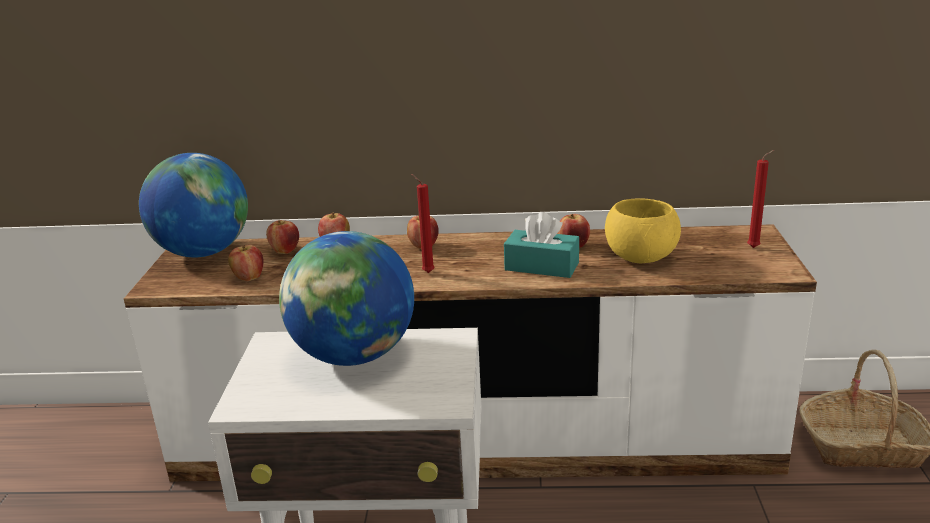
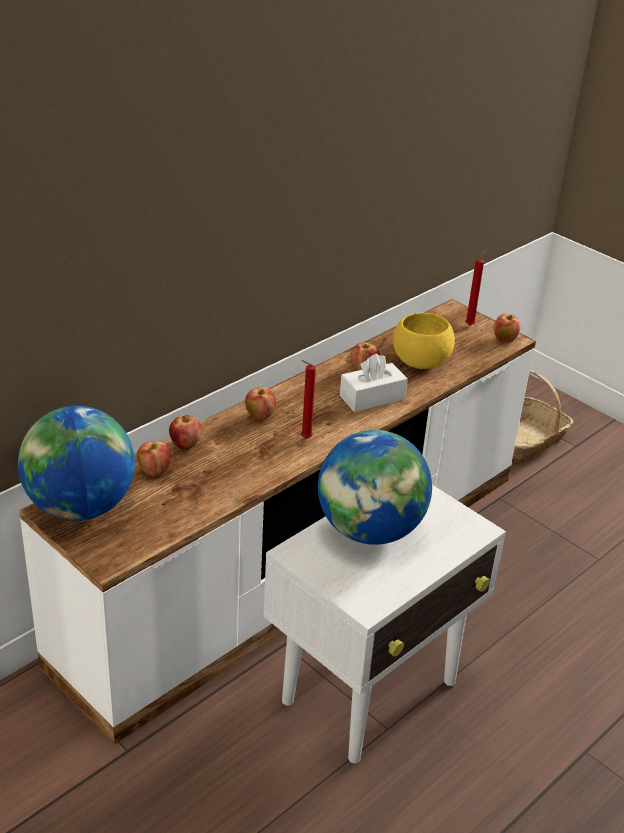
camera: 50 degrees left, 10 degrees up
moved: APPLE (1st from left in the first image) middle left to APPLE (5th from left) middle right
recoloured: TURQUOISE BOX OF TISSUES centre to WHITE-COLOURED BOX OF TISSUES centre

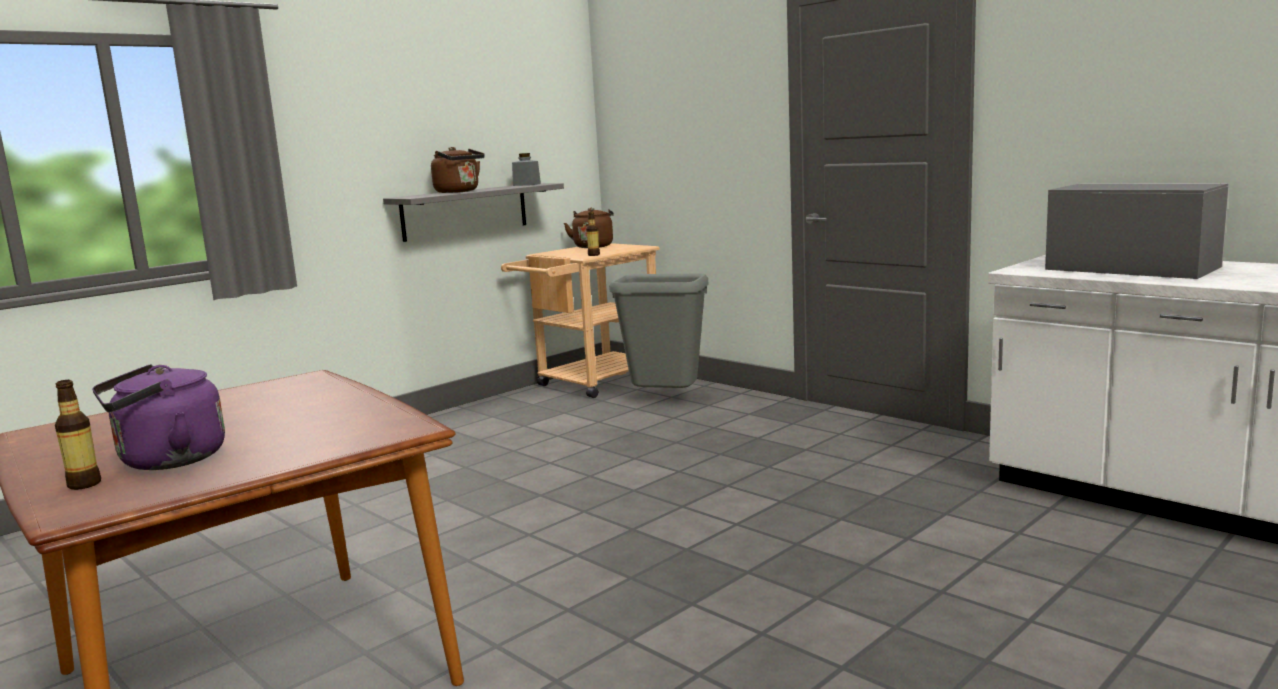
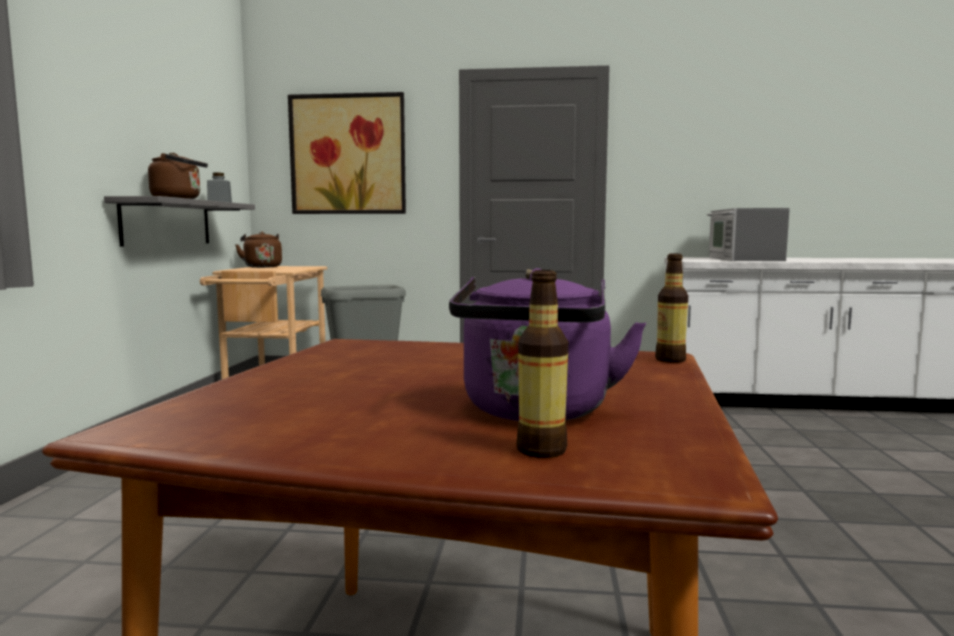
camera: 40 degrees left, 5 degrees down
added: WALL PICTURE top centre
moved: BEVERAGE BOTTLE (2nd from left) centre to middle right
turned: MICROWAVE OVEN middle right = middle right 90 degrees counterclockwise

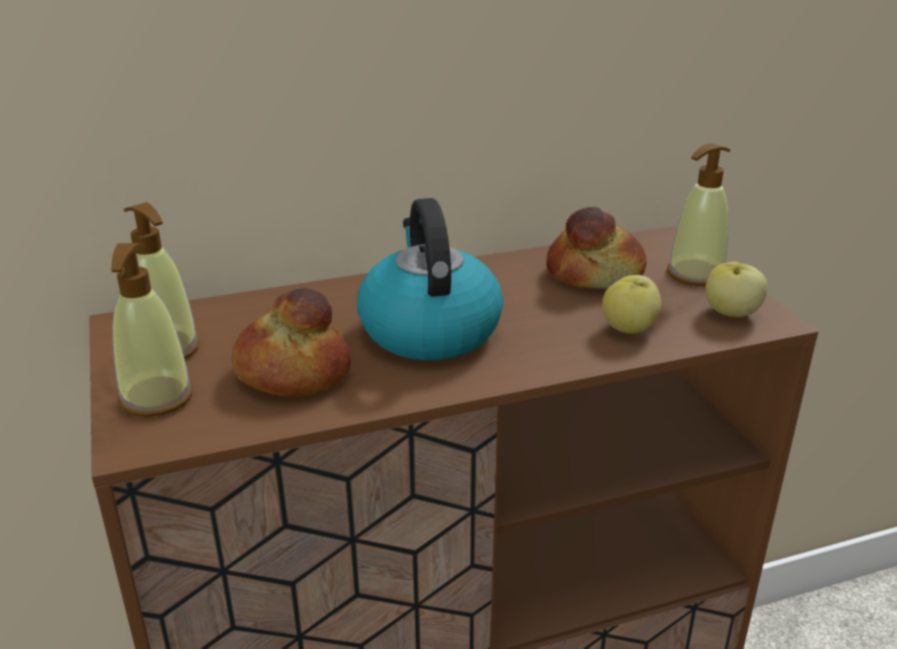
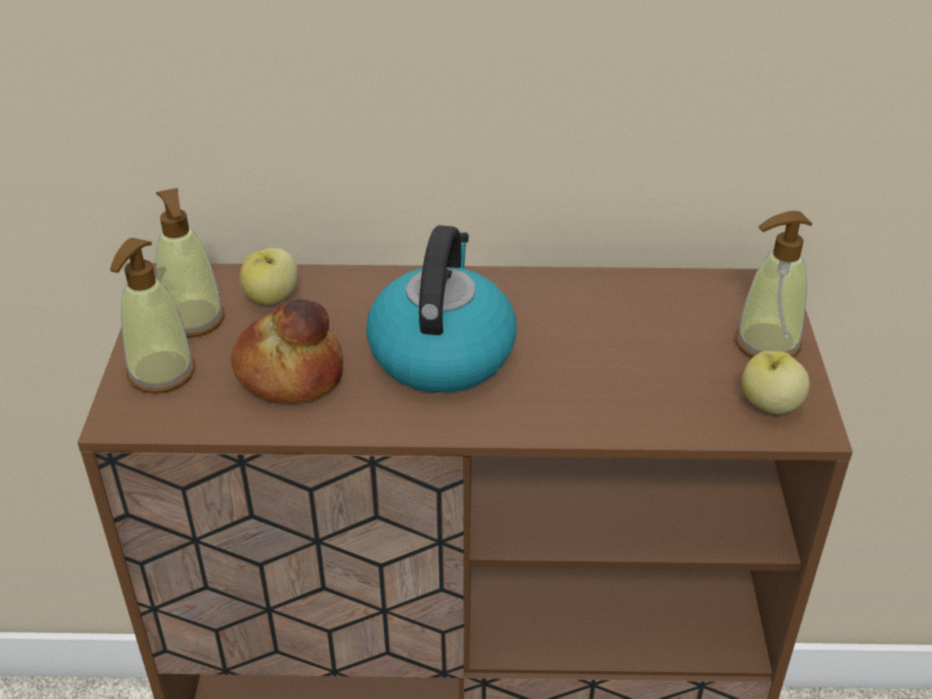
camera: 20 degrees right, 10 degrees up
removed: BAKERY BREAD (2nd from left) centre
moved: APPLE (1st from left) middle right to middle left

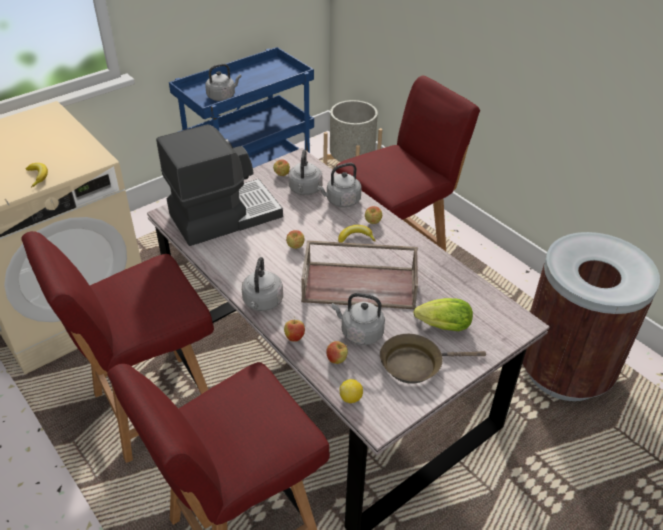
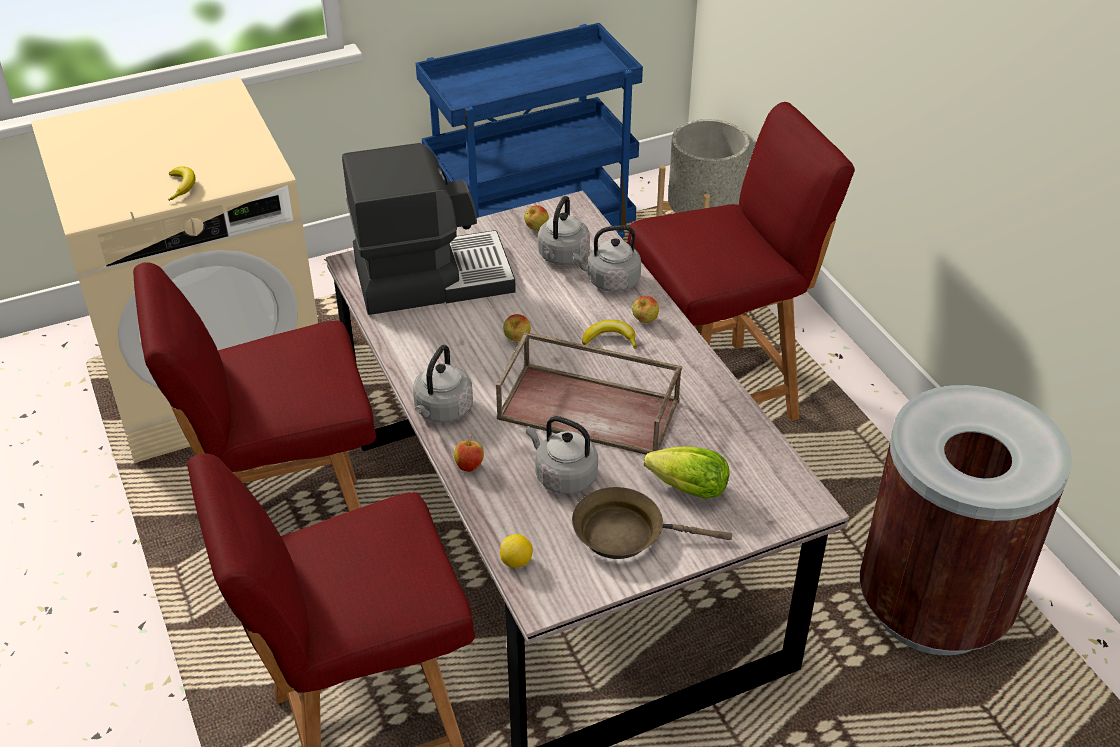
camera: 15 degrees right, 0 degrees up
removed: GREY TEA KETTLE (1st from left) top centre; APPLE (4th from left) centre

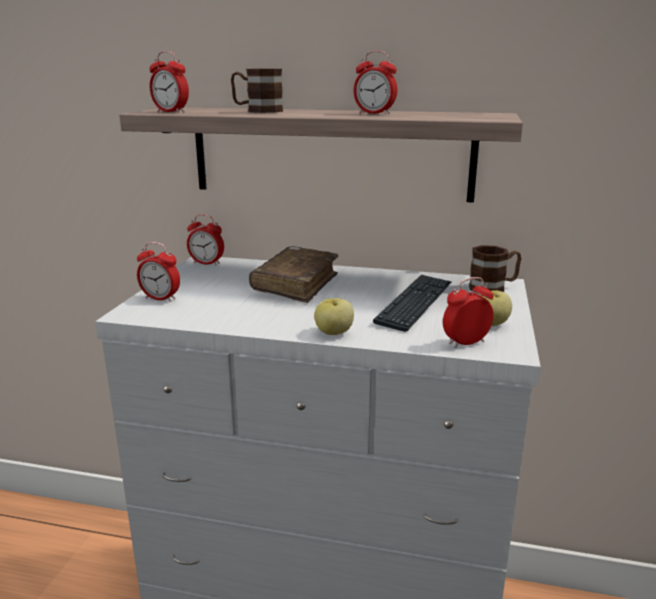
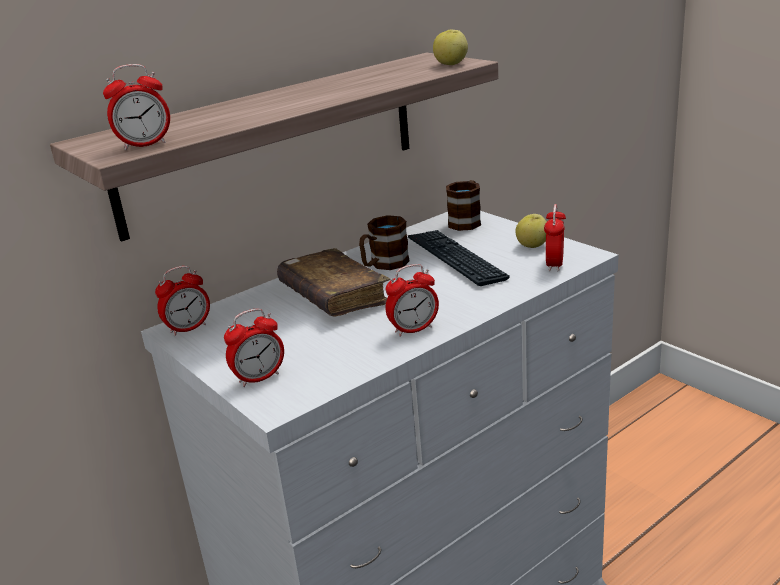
camera: 50 degrees left, 5 degrees up
moved: BROWN COFFEE MUG (1st from left) top centre to centre; BEDSIDE CLOCK (4th from left) top centre to centre; APPLE (1st from left) centre to top centre

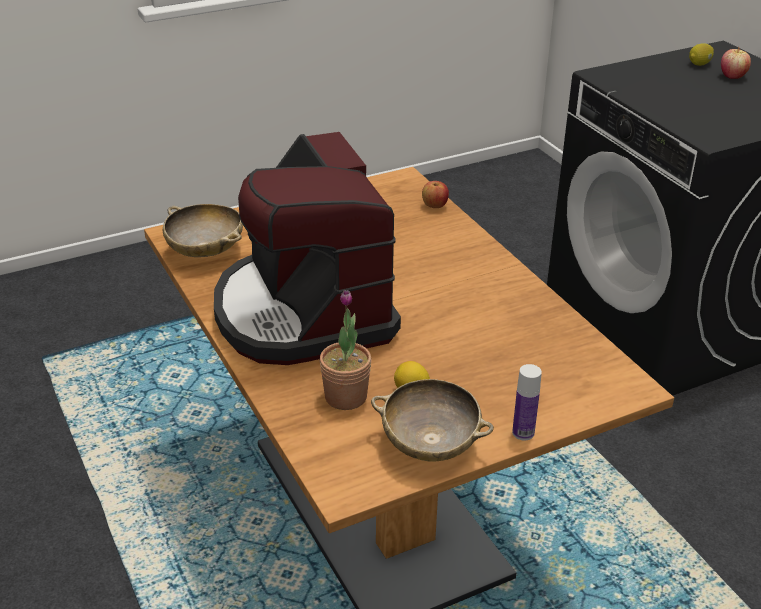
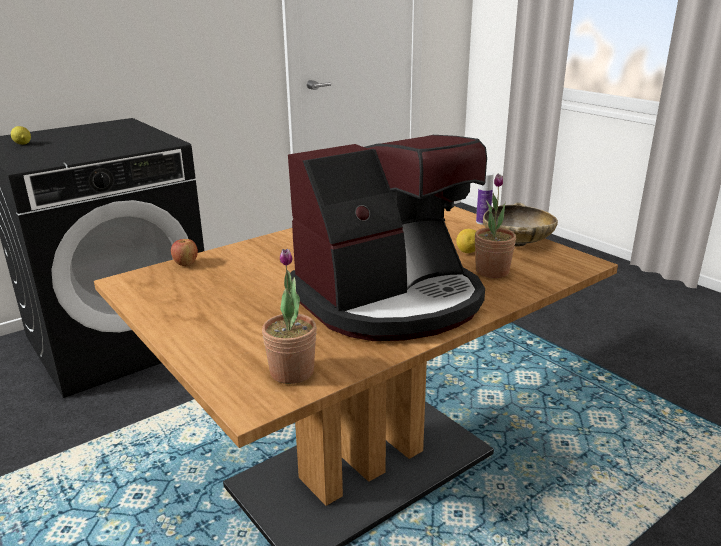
camera: 100 degrees left, 10 degrees down
removed: APPLE (2nd from left) top right
replaced: SAND-COLOURED BOWL (1st from left) middle left to HOUSEPLANT (1st from left) centre

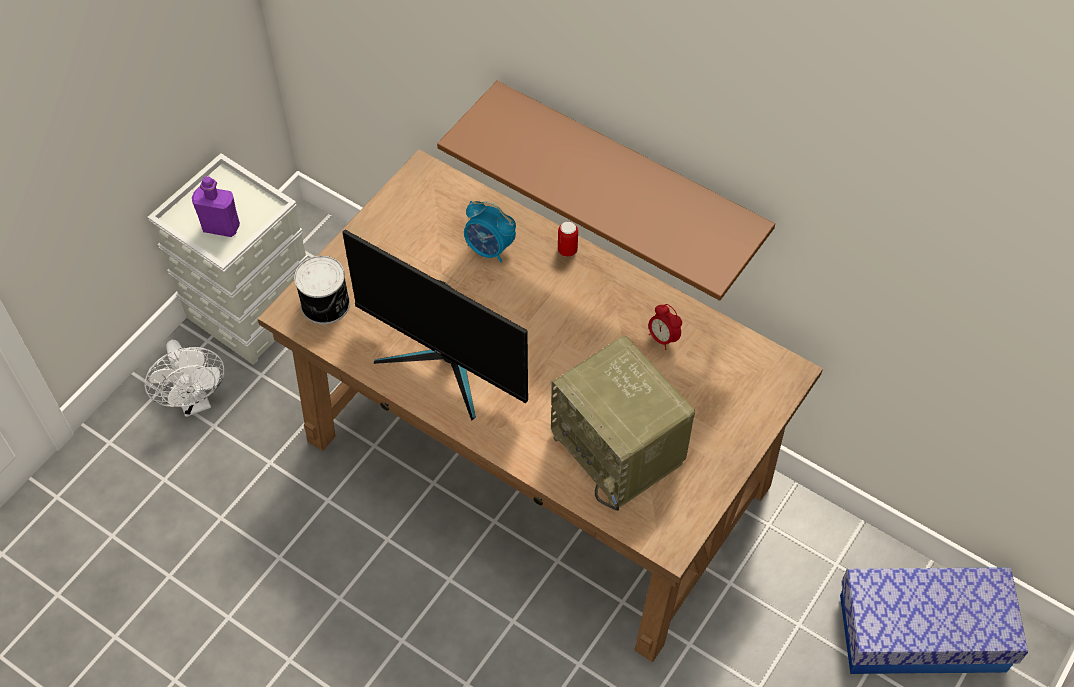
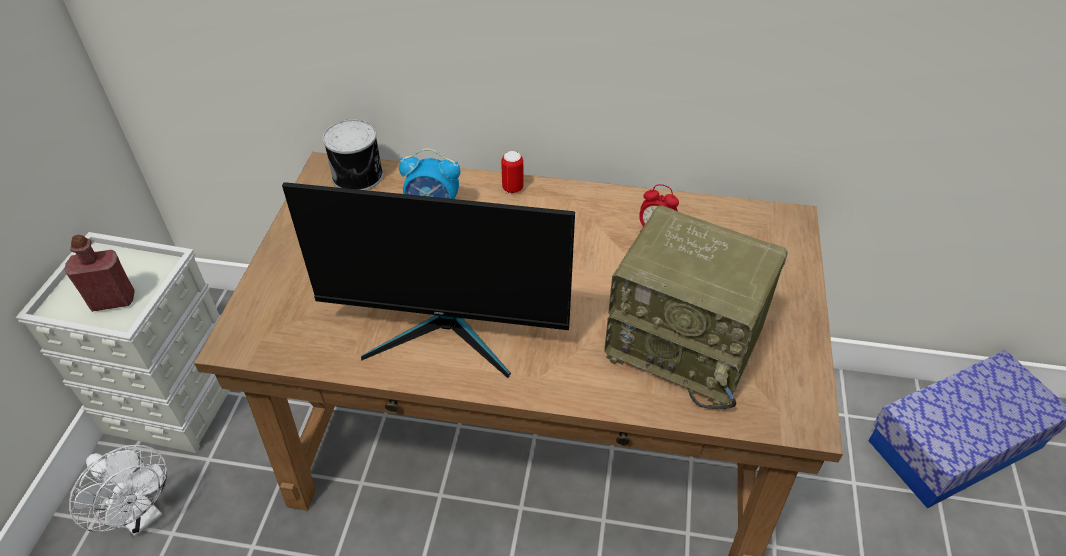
camera: 25 degrees left, 10 degrees down
removed: BROWN SHELF top centre
moved: METAL CAN (1st from left) middle left to top left
recoloured: PURPLISH BEVERAGE BOTTLE top left to RED-COLOURED BEVERAGE BOTTLE middle left

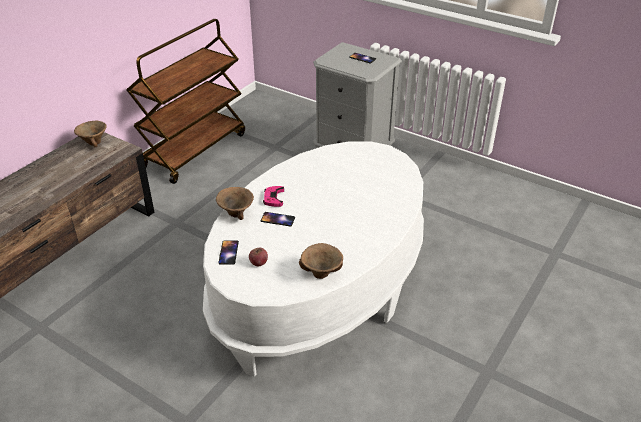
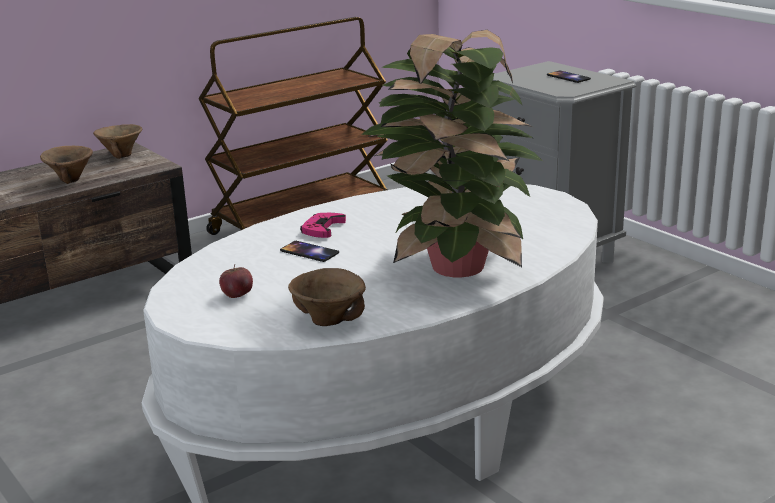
camera: 20 degrees right, 15 degrees down
removed: TELEPHONE (1st from left) centre
added: HOUSEPLANT top centre
moved: BROWN BOWL (2nd from left in the first image) centre to BROWN BOWL (1st from left) top left

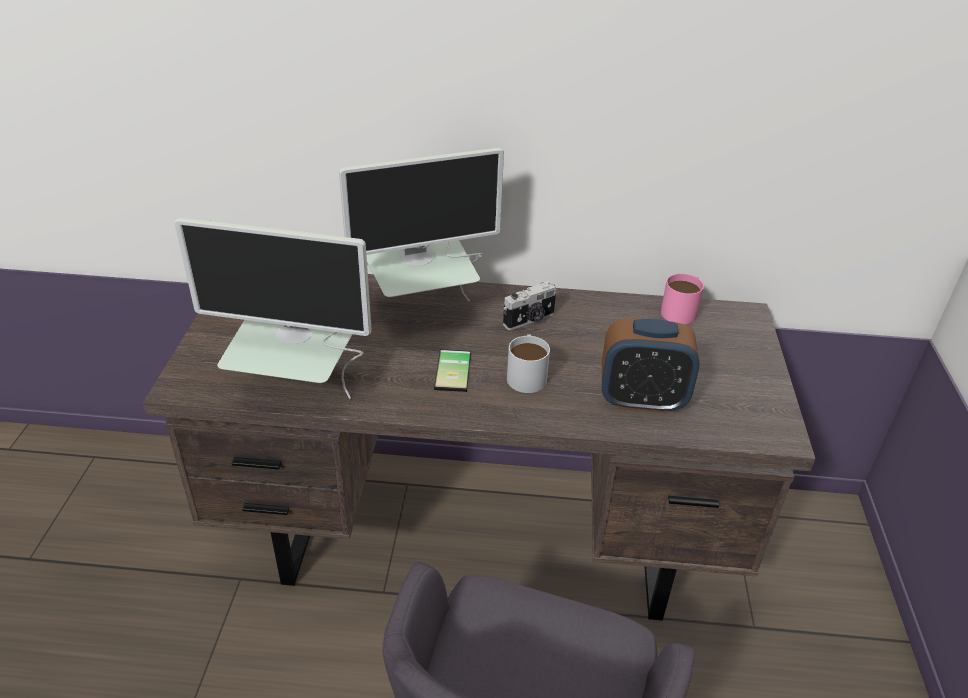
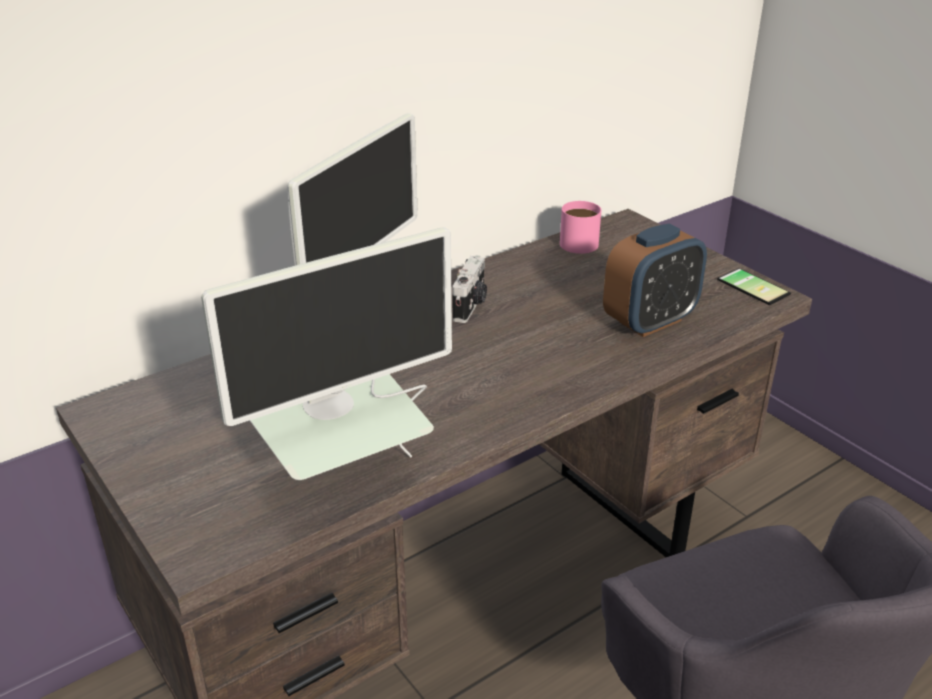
camera: 40 degrees left, 5 degrees down
removed: WHITE-COLOURED COFFEE MUG centre
moved: TELEPHONE centre to middle right

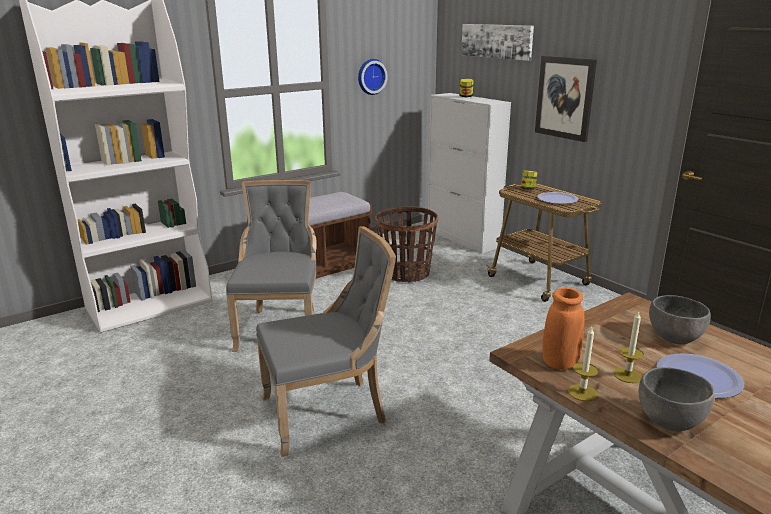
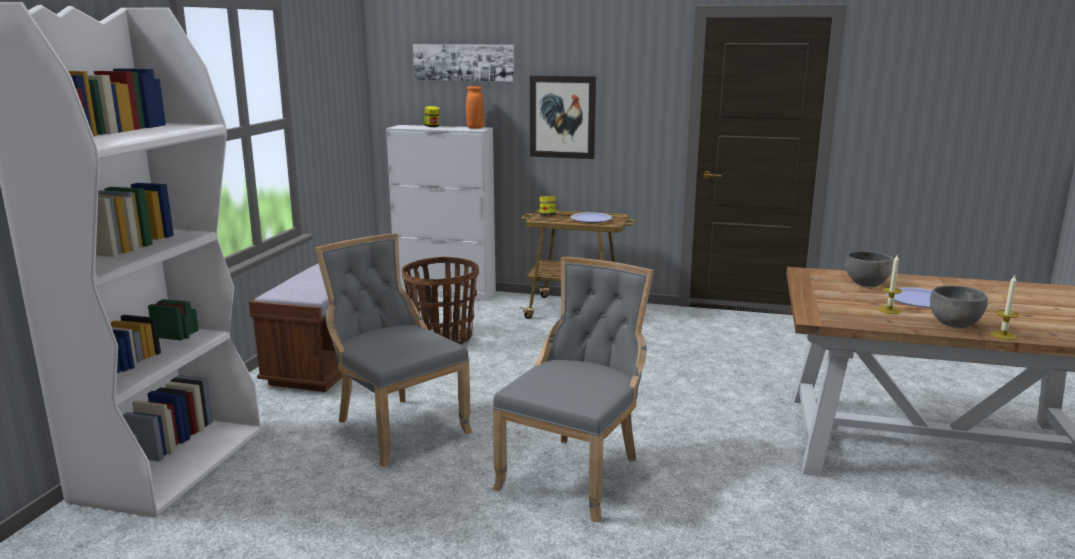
camera: 40 degrees left, 5 degrees down
removed: CLOCK ON THE WALL top centre
moved: ORANGEY VASE middle right to top centre; CANDLE (1st from left in the first image) bottom right to CANDLE (2nd from left) middle right

